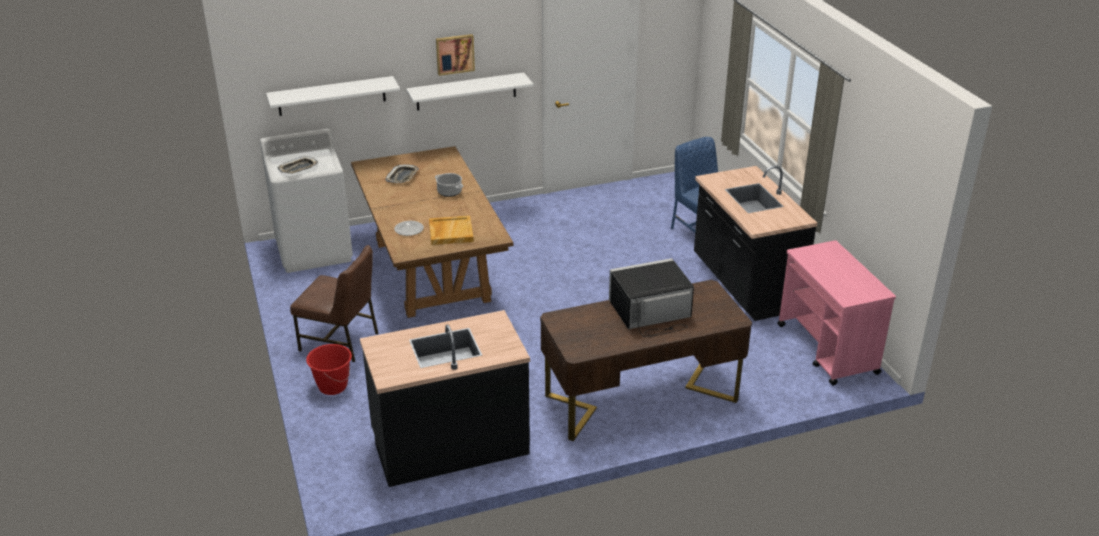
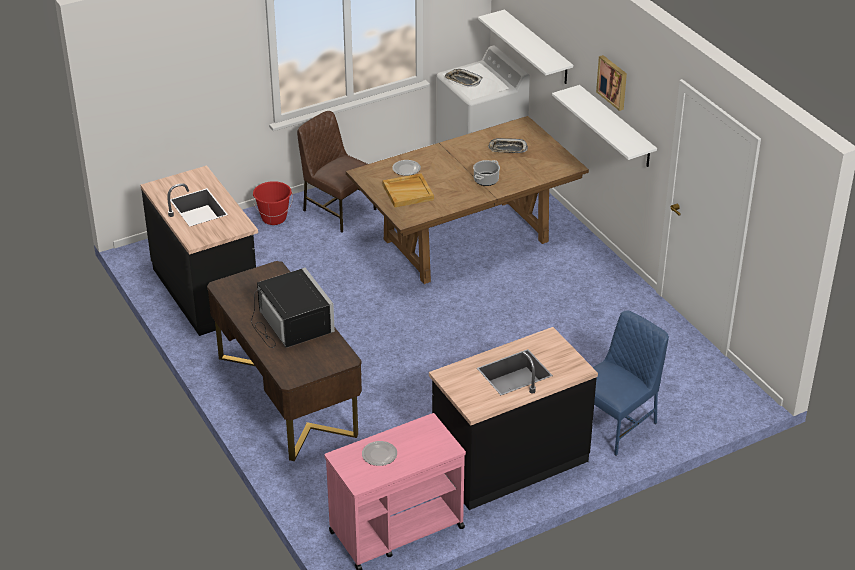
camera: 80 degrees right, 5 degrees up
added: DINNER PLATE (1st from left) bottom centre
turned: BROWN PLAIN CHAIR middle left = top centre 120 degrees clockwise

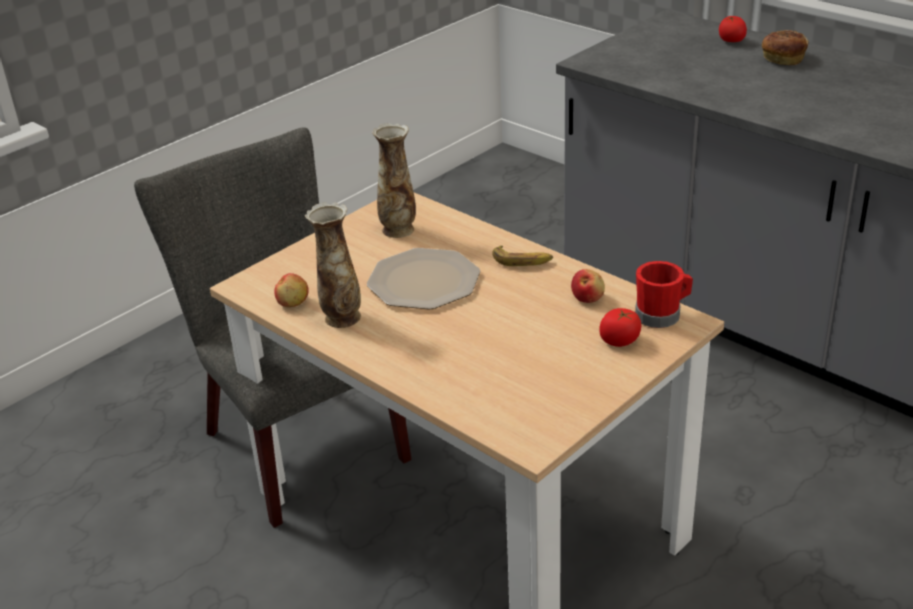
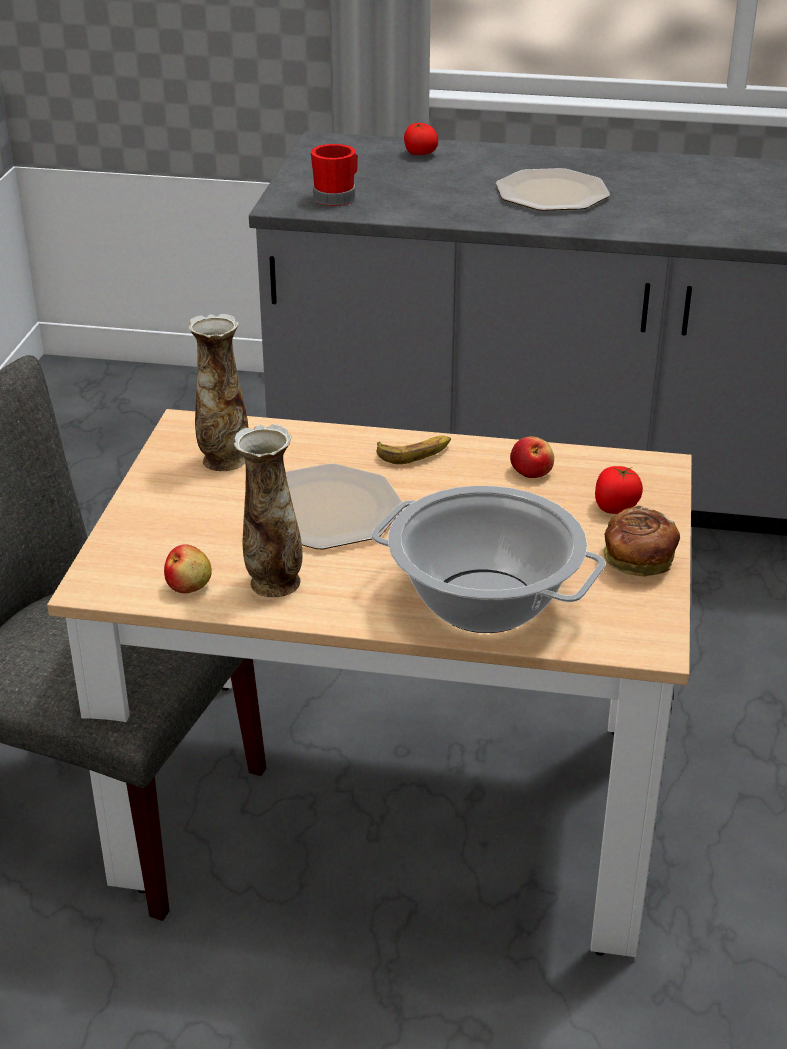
camera: 35 degrees left, 0 degrees up
added: STOCKPOT centre; DINNER PLATE (2nd from left) top right
moved: RED-COLOURED COFFEE MUG middle right to top centre; BAKERY BREAD top right to middle right

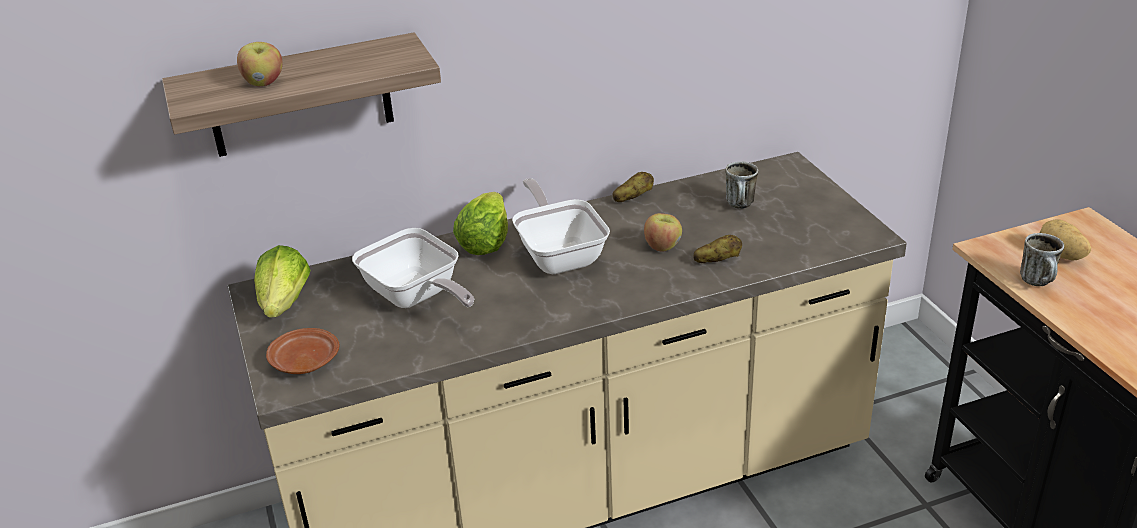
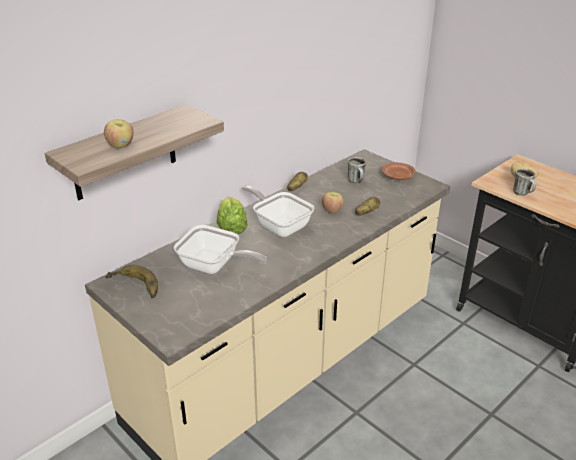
camera: 25 degrees left, 0 degrees up
moved: BROWN DINNER PLATE middle left to middle right
replaced: LETTUCE (1st from left) middle left to BANANA FRUIT middle left

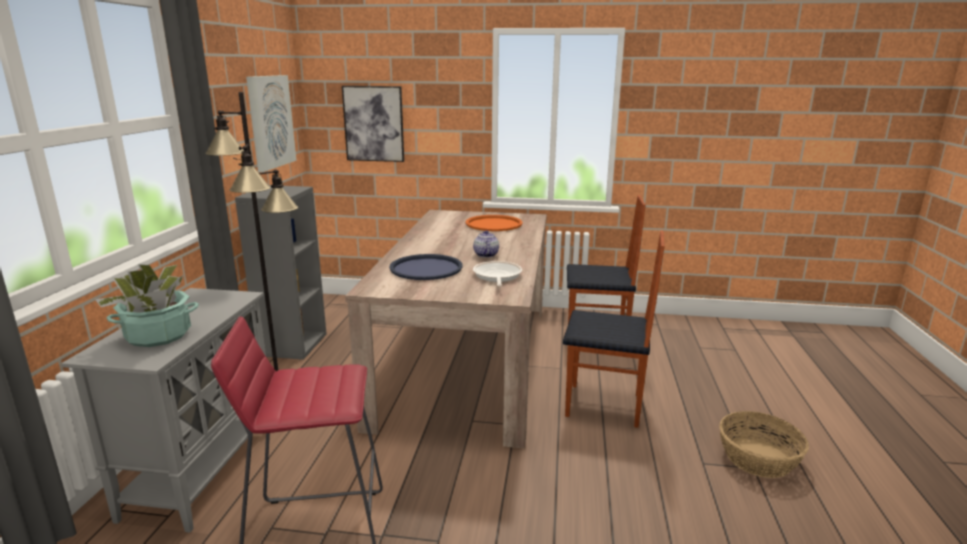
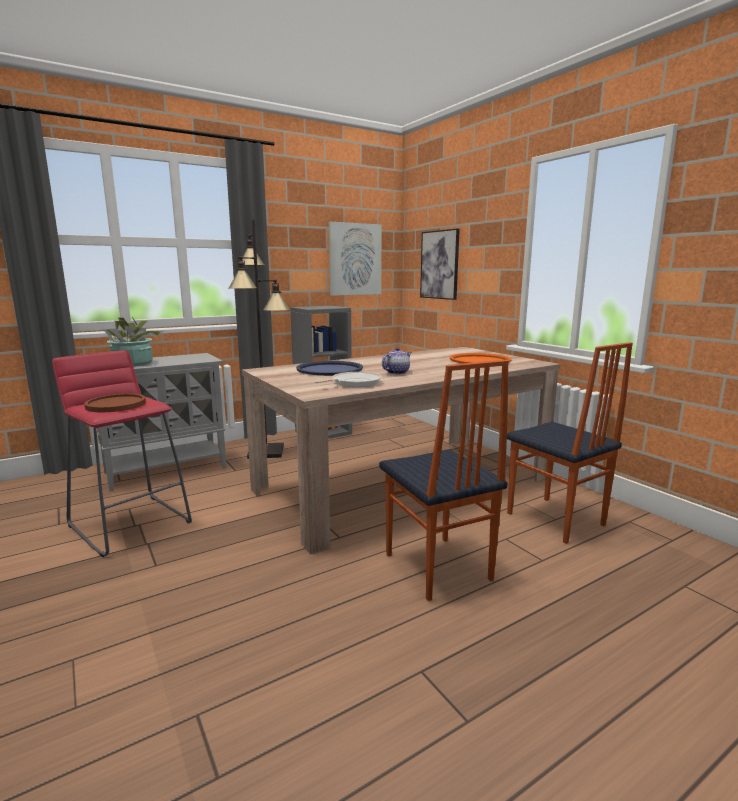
camera: 50 degrees right, 5 degrees down
removed: BASKET bottom right
added: BROWN DINNER PLATE middle left

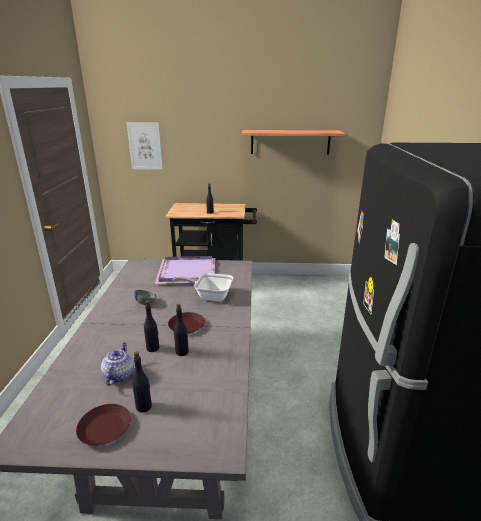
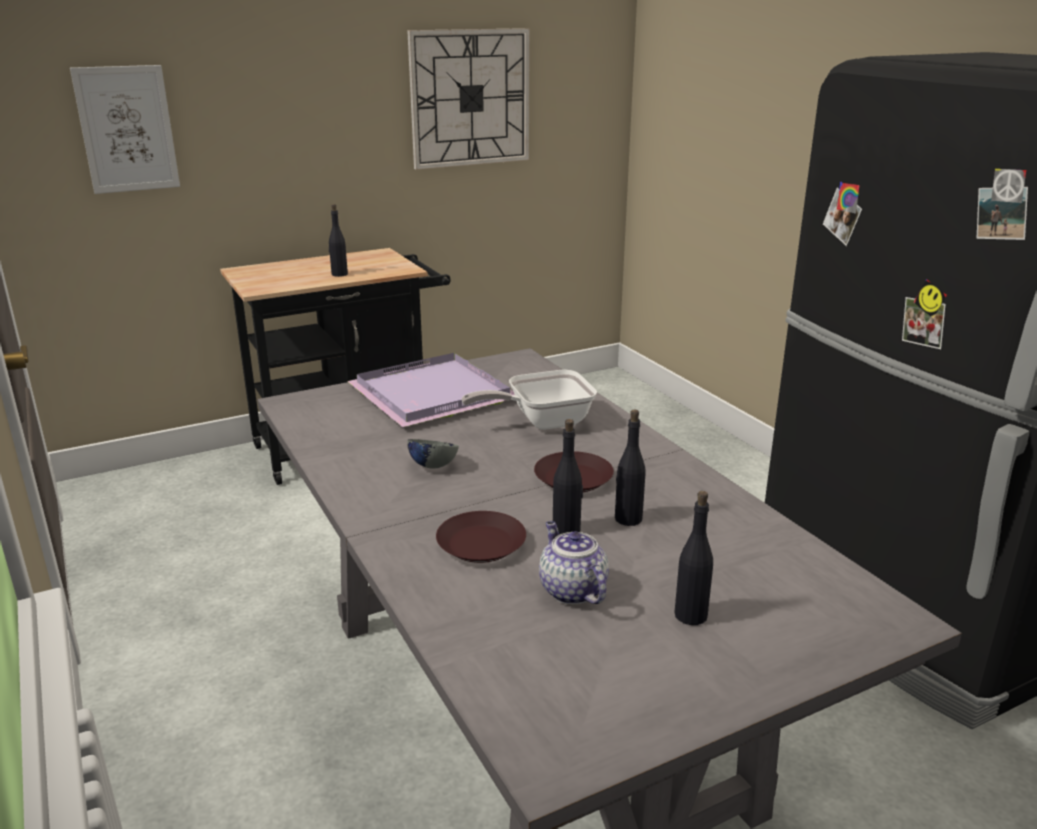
camera: 30 degrees left, 0 degrees up
moved: BROWN DINNER PLATE (1st from left) bottom left to centre
replaced: SHELF top centre to CLOCK ON THE WALL top centre

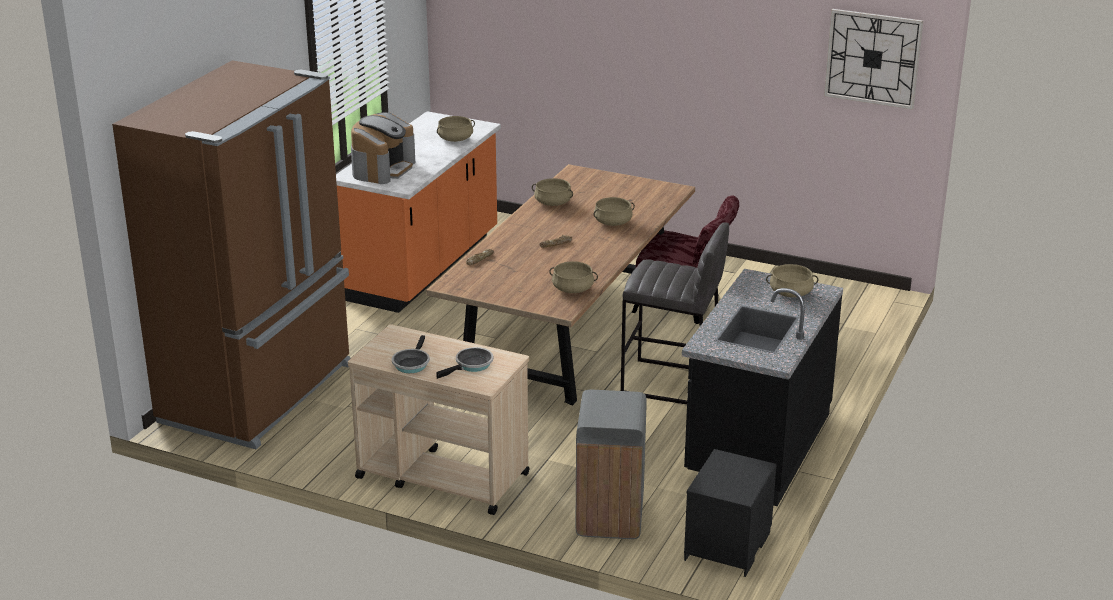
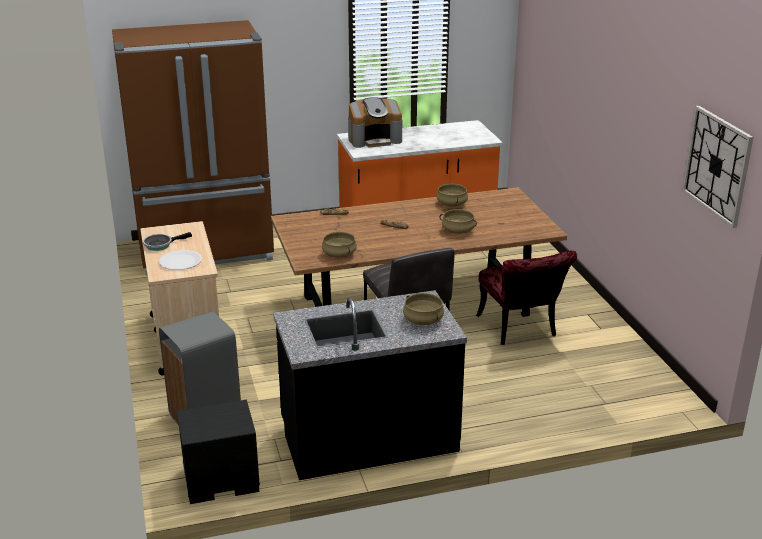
camera: 50 degrees right, 0 degrees up
removed: SAND-COLOURED STOCKPOT (1st from left) top centre
replaced: PAN (2nd from left) centre to WHITE-COLOURED DINNER PLATE middle left

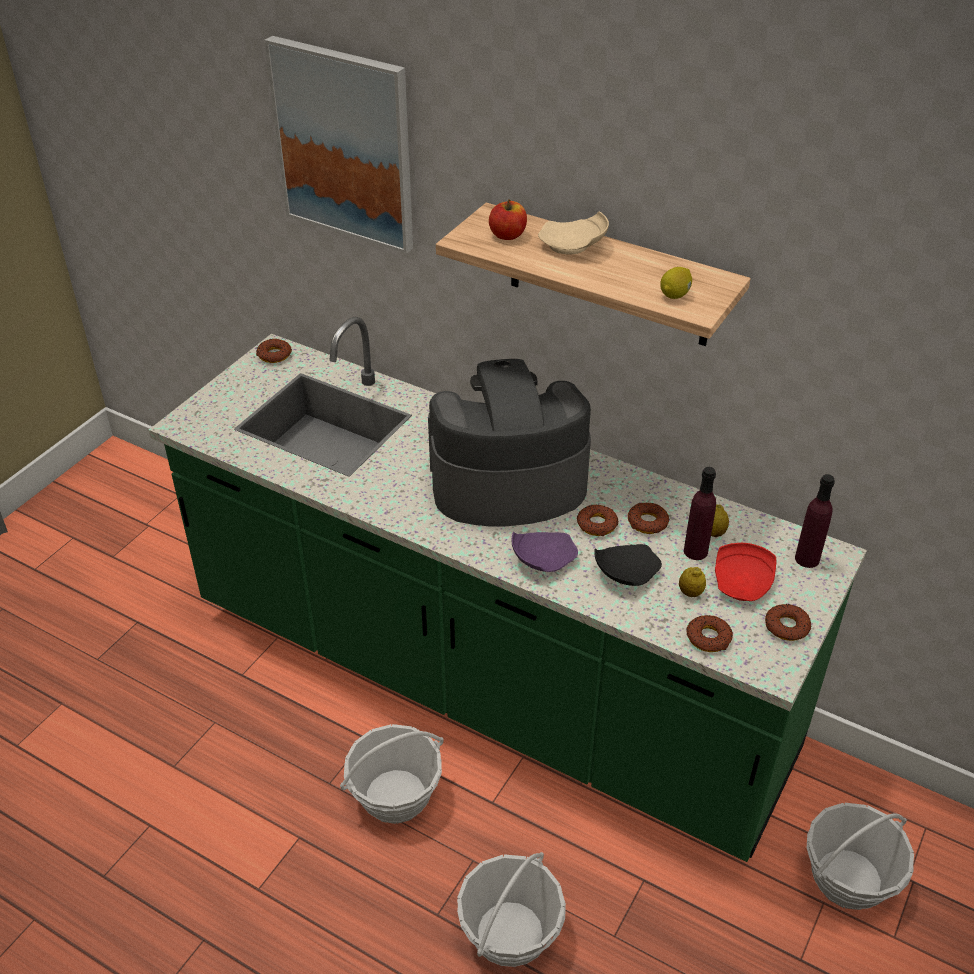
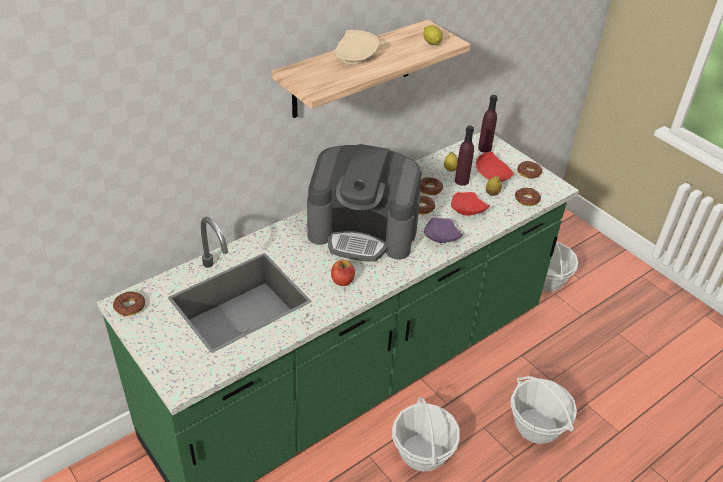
camera: 70 degrees left, 0 degrees up
removed: WALL PICTURE top centre
moved: APPLE top centre to centre
recoloured: BLACK DINNER PLATE centre to RED-COLOURED DINNER PLATE (1st from left) centre
turned: COFFEE MAKER centre = centre 90 degrees counterclockwise

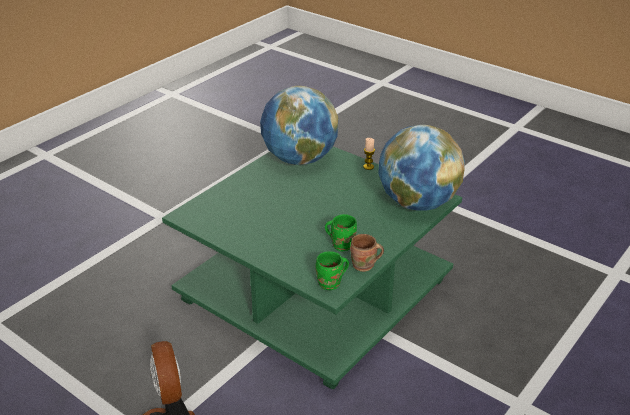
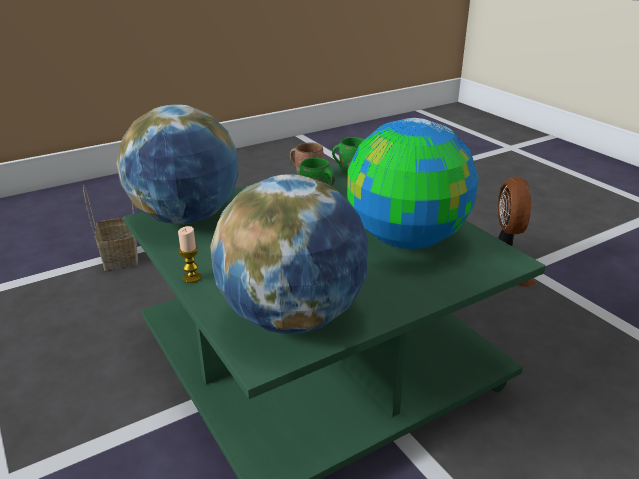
camera: 160 degrees left, 5 degrees down
added: BASKET middle left; GLOBE (3rd from left) centre

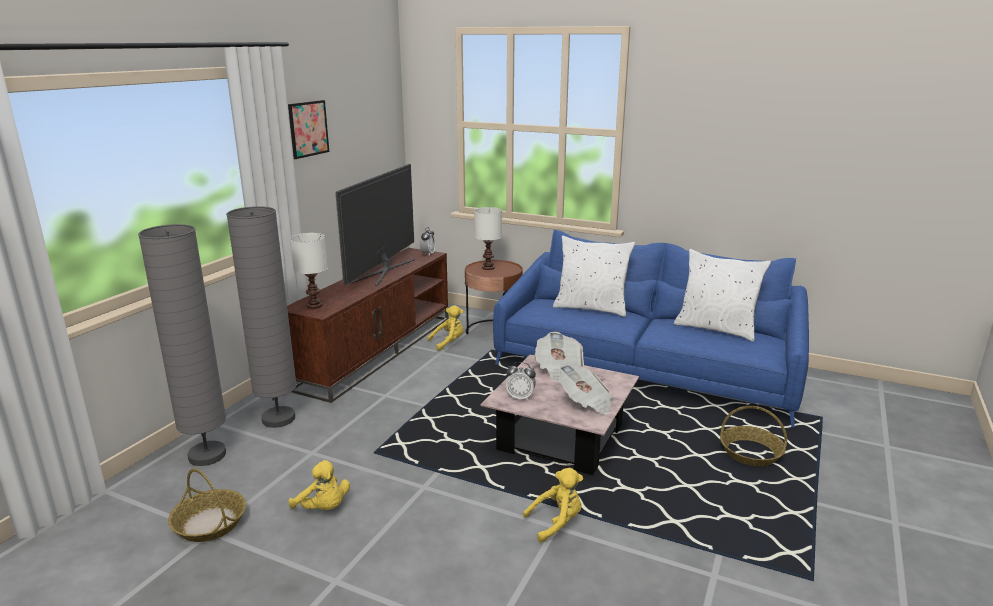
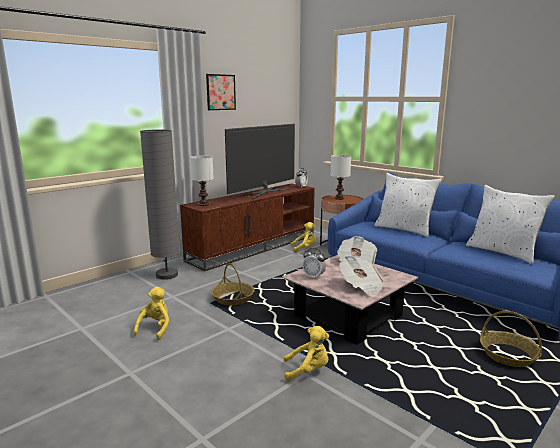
camera: 20 degrees right, 5 degrees down
removed: GREY STANDARD LAMP (1st from left) middle left
moved: BASKET (1st from left) bottom left to centre
turned: YELLOWISH SOFT TOY (1st from left) bottom left = bottom left 135 degrees counterclockwise

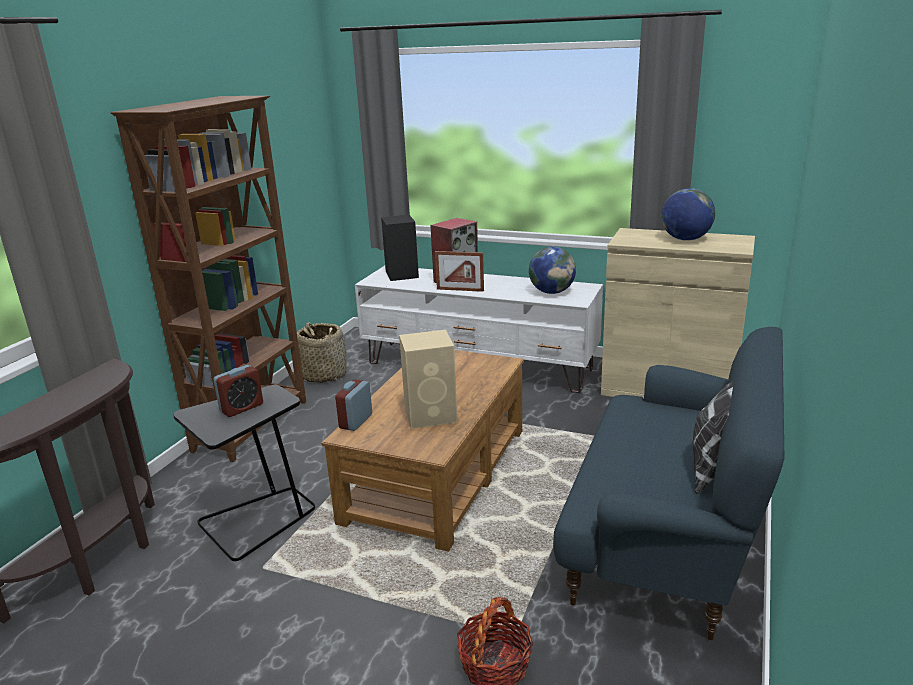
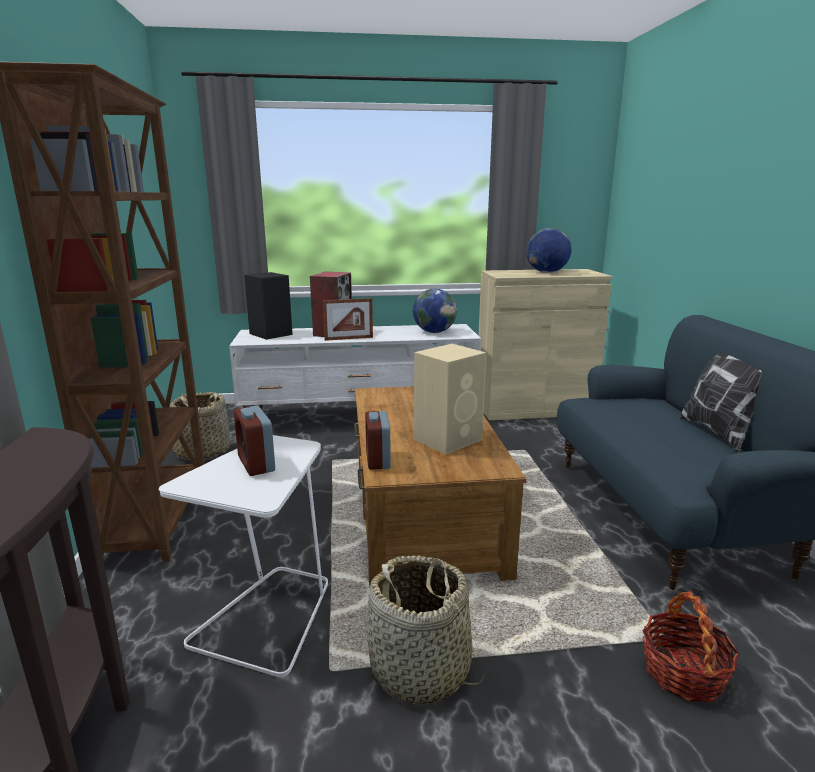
camera: 30 degrees left, 5 degrees down
added: BASKET (2nd from left) bottom centre
recoloured: BLACK ACCENT TABLE bottom left to WHITE-COLOURED ACCENT TABLE bottom left
turned: BEDSIDE CLOCK (1st from left) middle left = middle left 135 degrees clockwise

